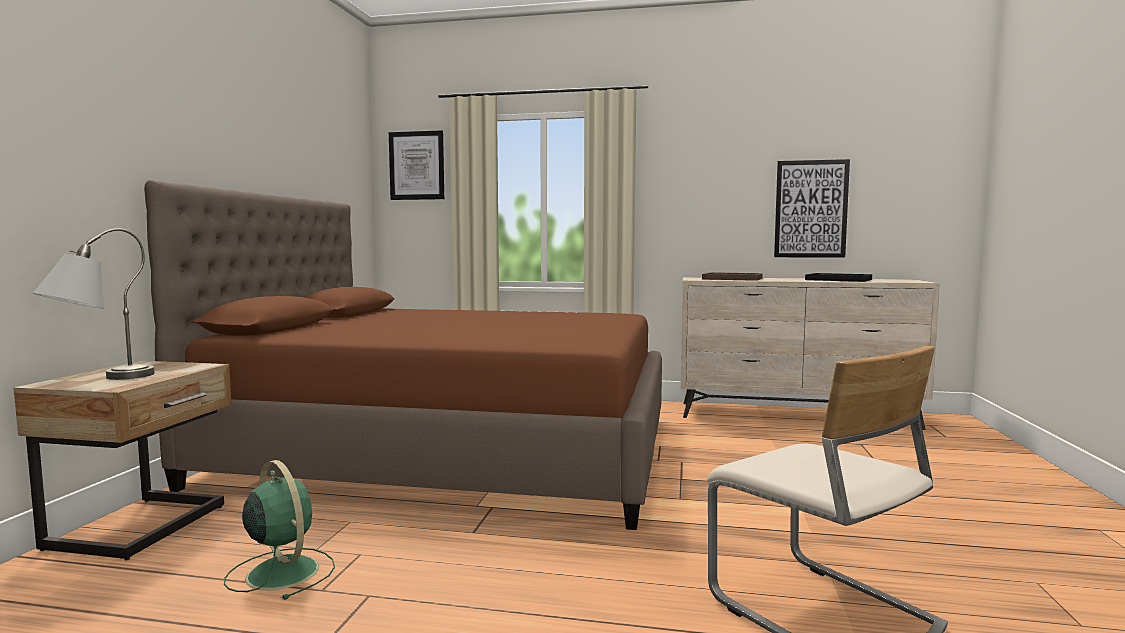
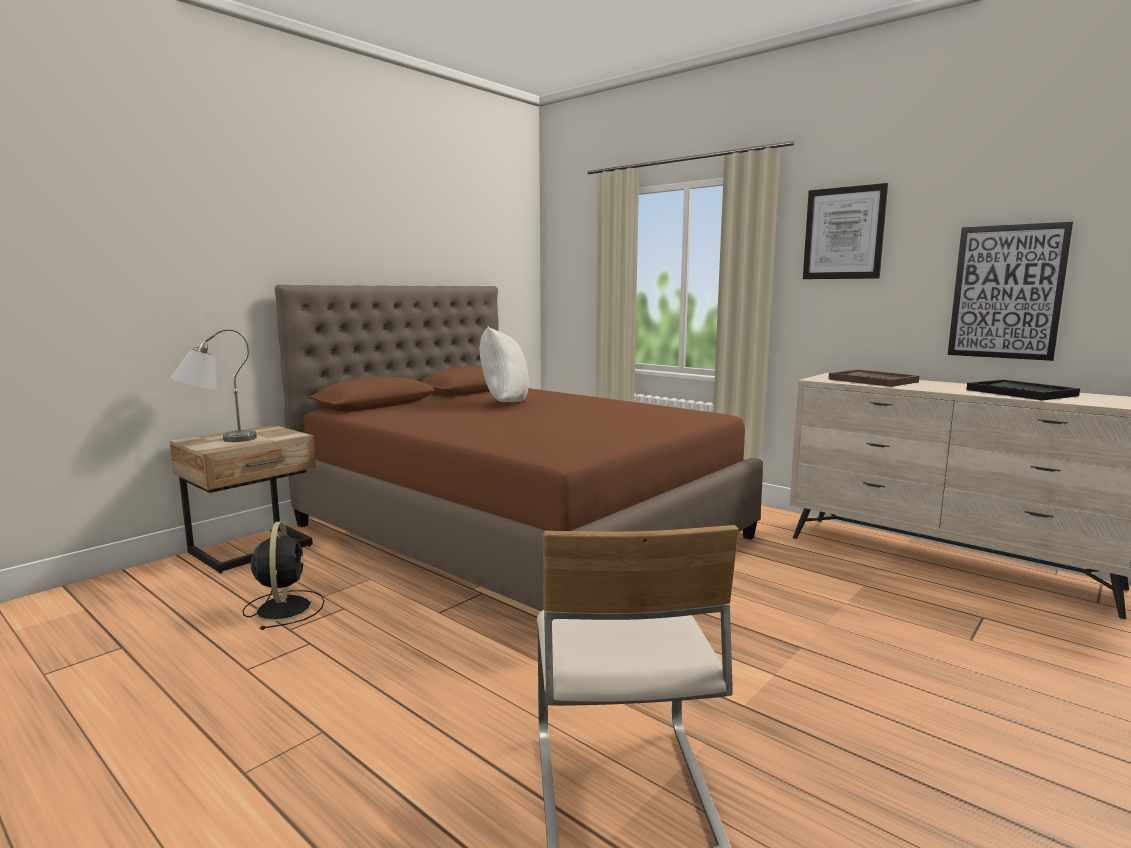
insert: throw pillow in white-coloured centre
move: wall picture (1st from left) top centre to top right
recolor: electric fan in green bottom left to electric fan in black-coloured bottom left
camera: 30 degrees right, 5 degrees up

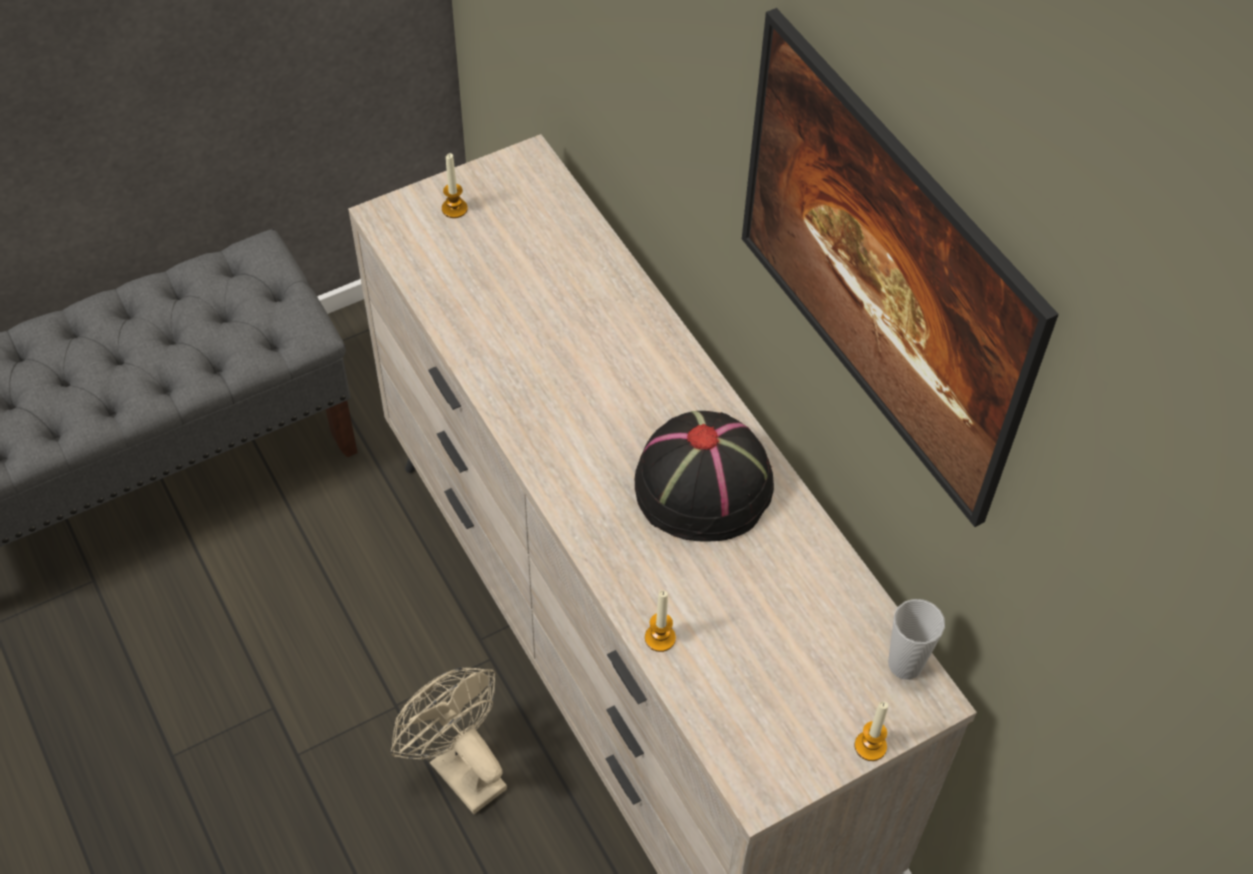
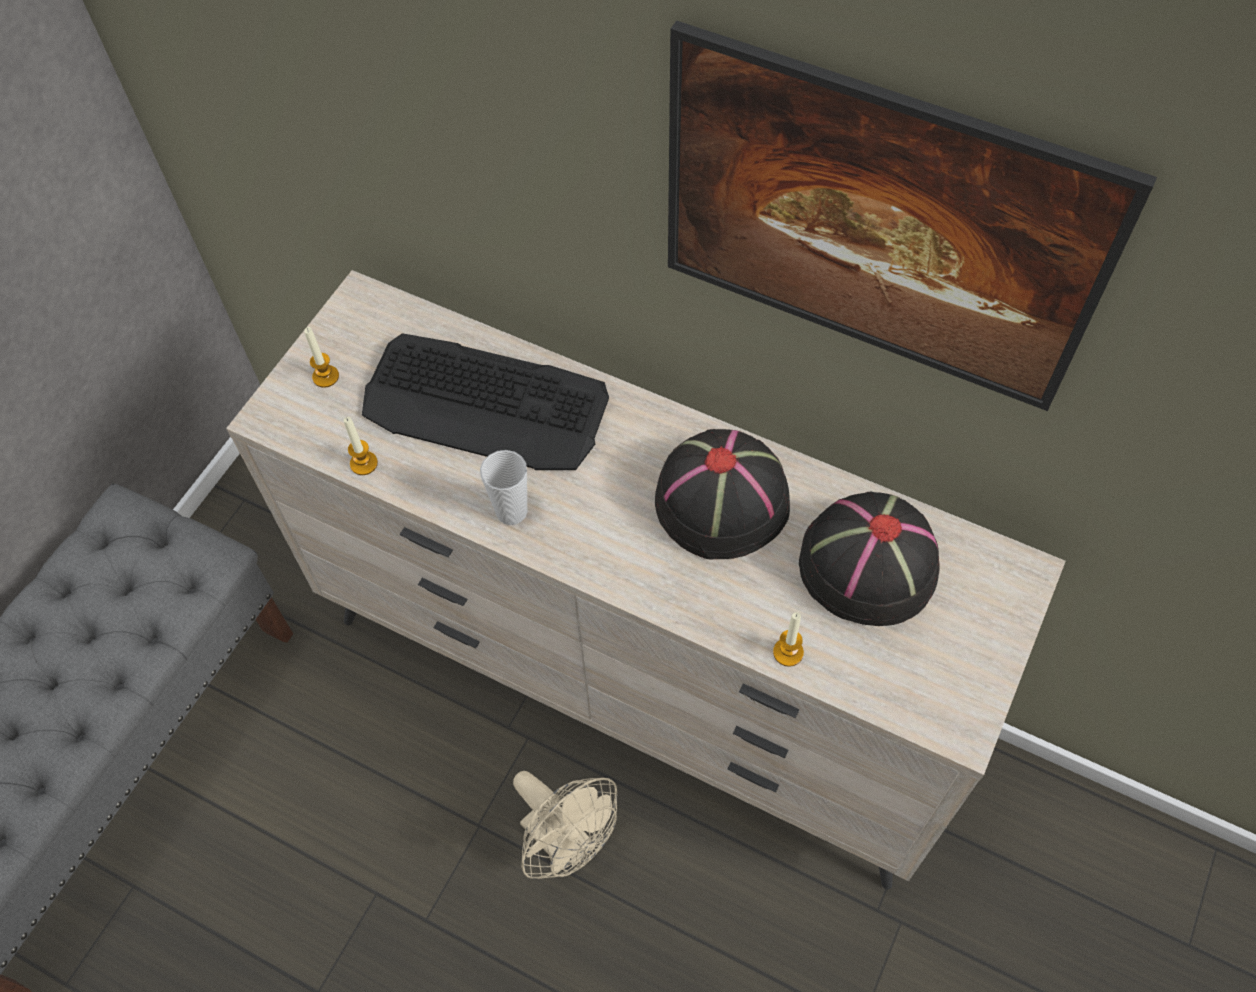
insert: keyboard centre; wearable hat in black-coloured (2nd from left) middle right
move: candle (3rd from left in the first image) bottom right to candle (2nd from left) middle left; cup bottom right to centre
rotate: electric fan in beige bottom centre = bottom centre 150 degrees counterclockwise
camera: 30 degrees left, 5 degrees up

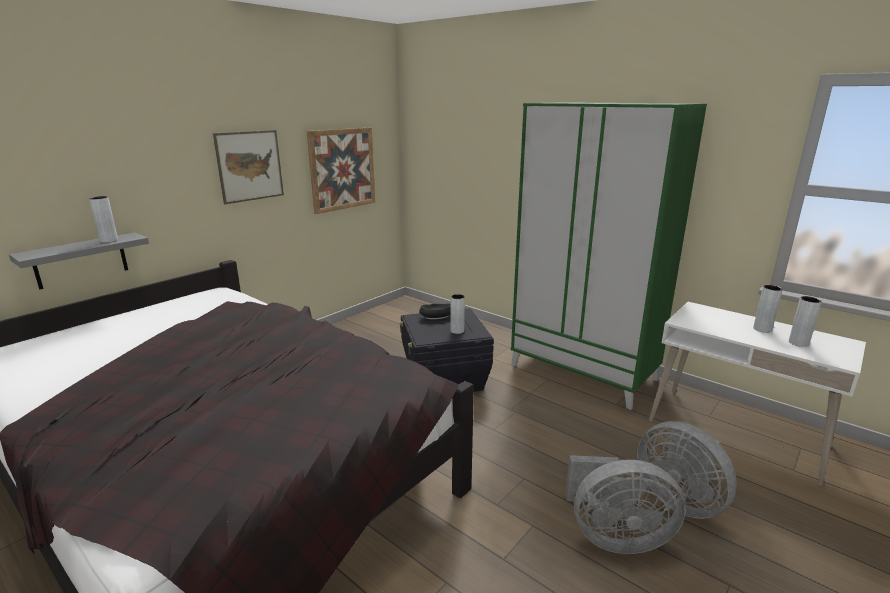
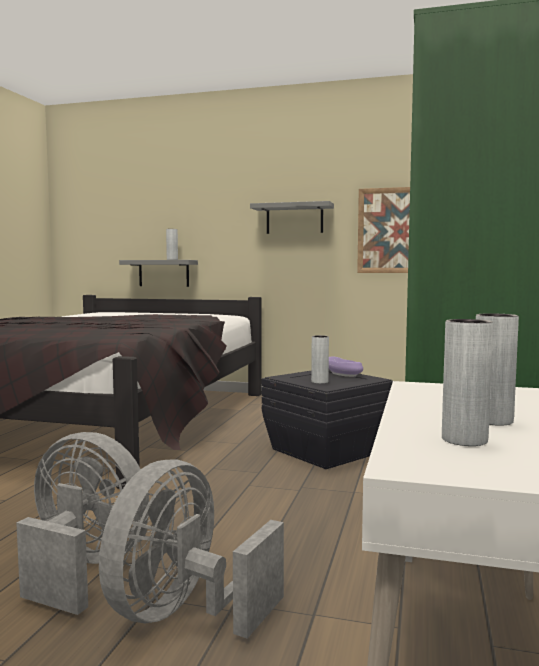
replace: wall picture (1st from left) top left to wall shelf in greyish (2nd from left) top centre
recolor: serving bowl in black-coloured centre to serving bowl in purple centre
rotate: electric fan in greyish (1st from left) bottom right = bottom left 135 degrees clockwise
camera: 65 degrees right, 15 degrees down

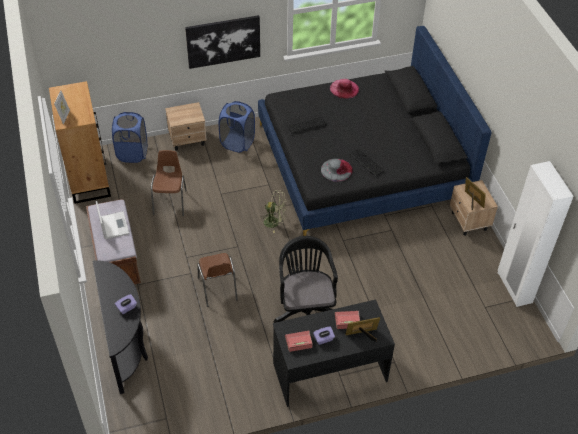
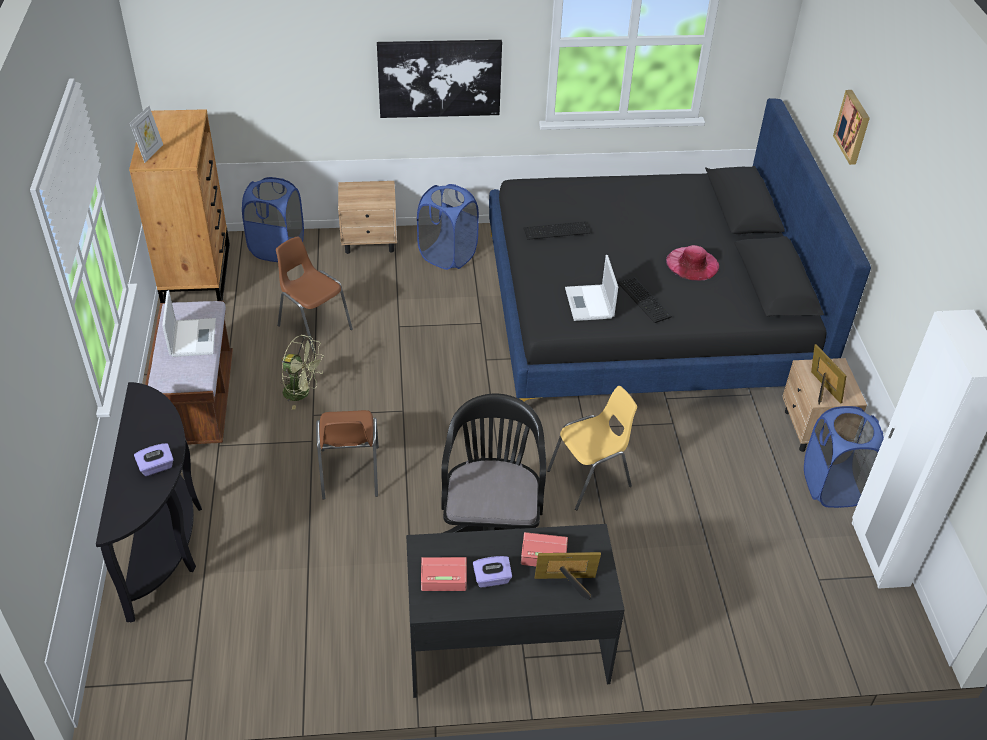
insert: plain chair in yellow-coloured centre; laundry basket in blue (3rd from left) middle right; wall picture (2nd from left) top right
move: electric fan in green centre to middle left; wearable hat in pink top centre to middle right
replace: wearable hat in greyish centre to notebook computer (2nd from left) centre
rotate: plain chair in brown (1st from left) middle left = middle left 60 degrees counterclockwise
camera: 10 degrees right, 5 degrees down

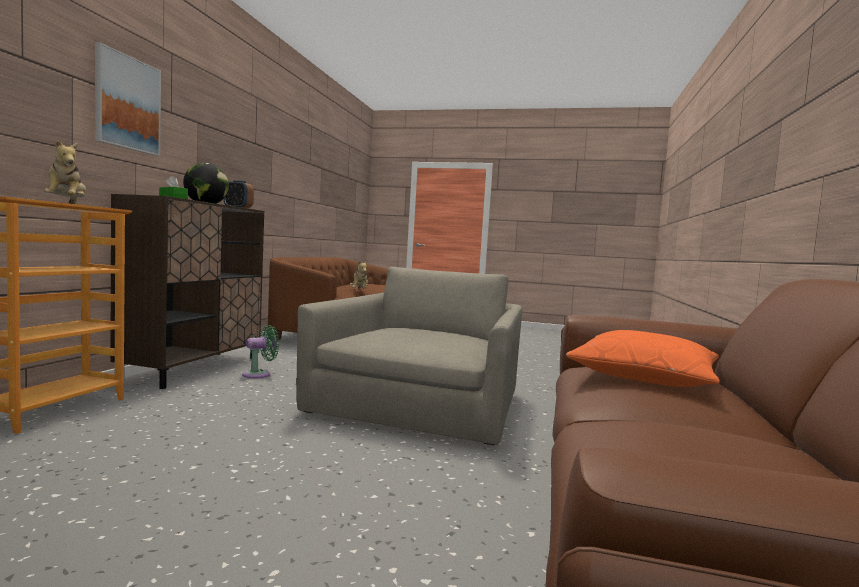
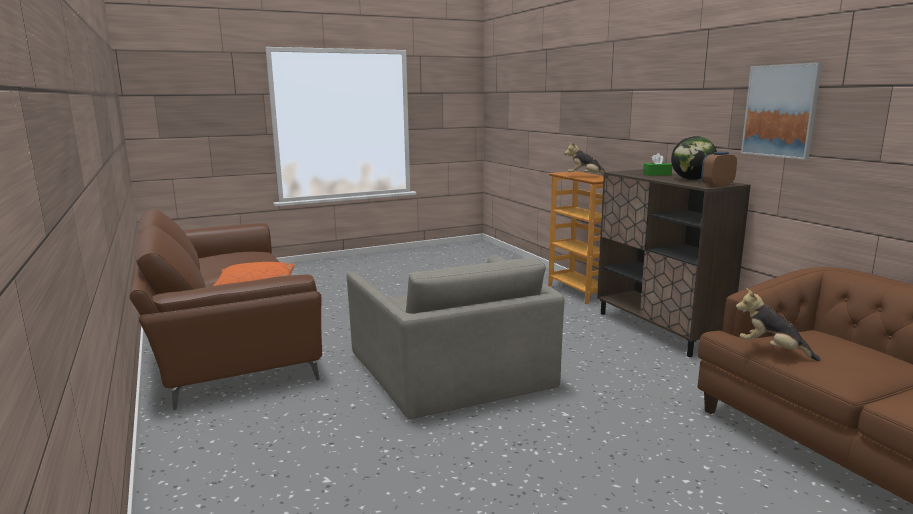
delete: electric fan in green middle left
move: wall picture top left to top right
camera: 140 degrees right, 10 degrees up

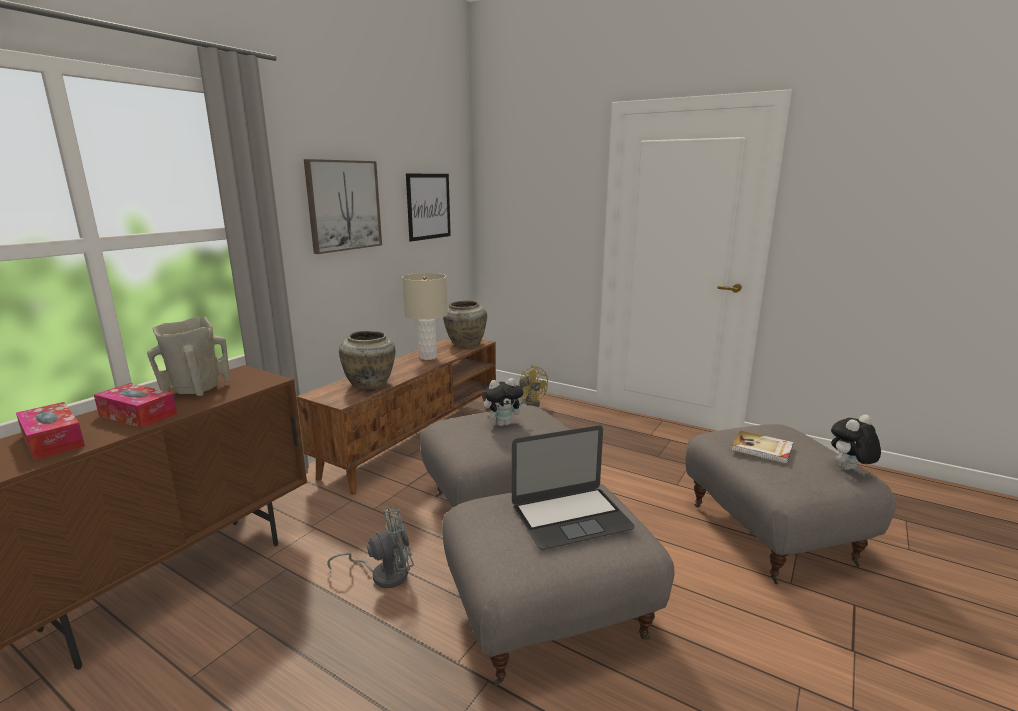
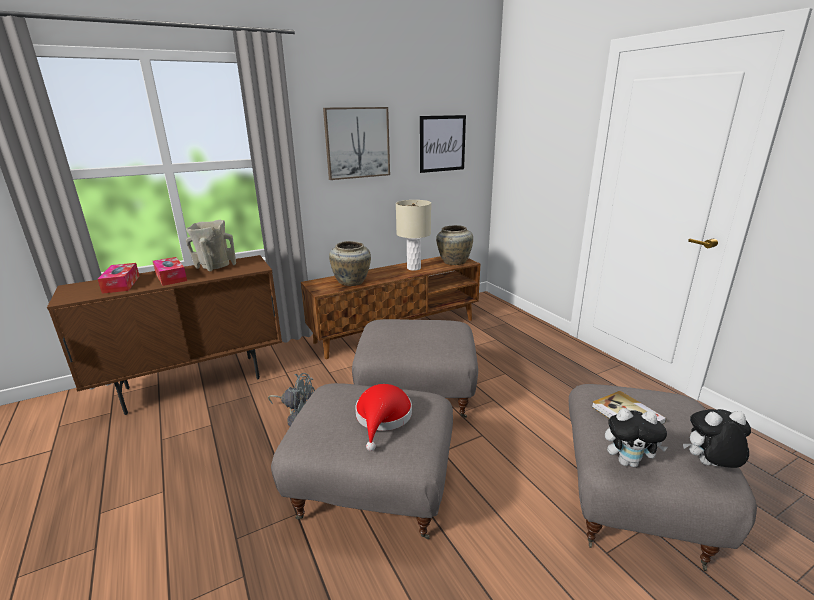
delete: electric fan in yellow-coloured centre
move: plush toy (1st from left) centre to bottom right
replace: notebook computer bottom centre to wearable hat in reddish bottom centre
camera: 30 degrees right, 5 degrees up

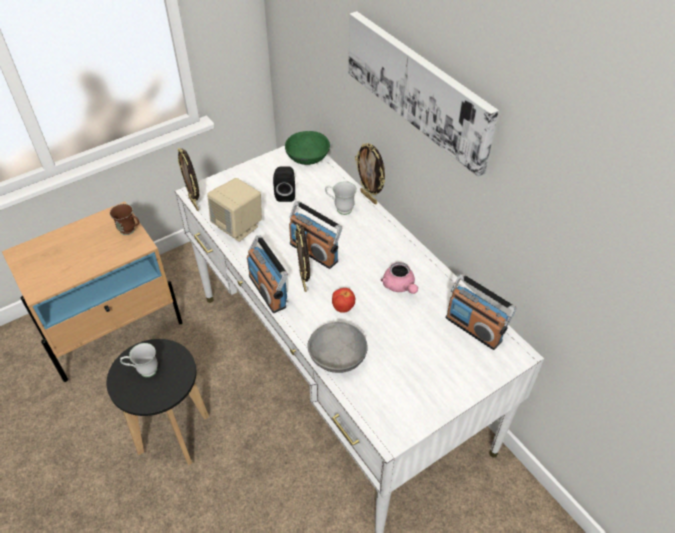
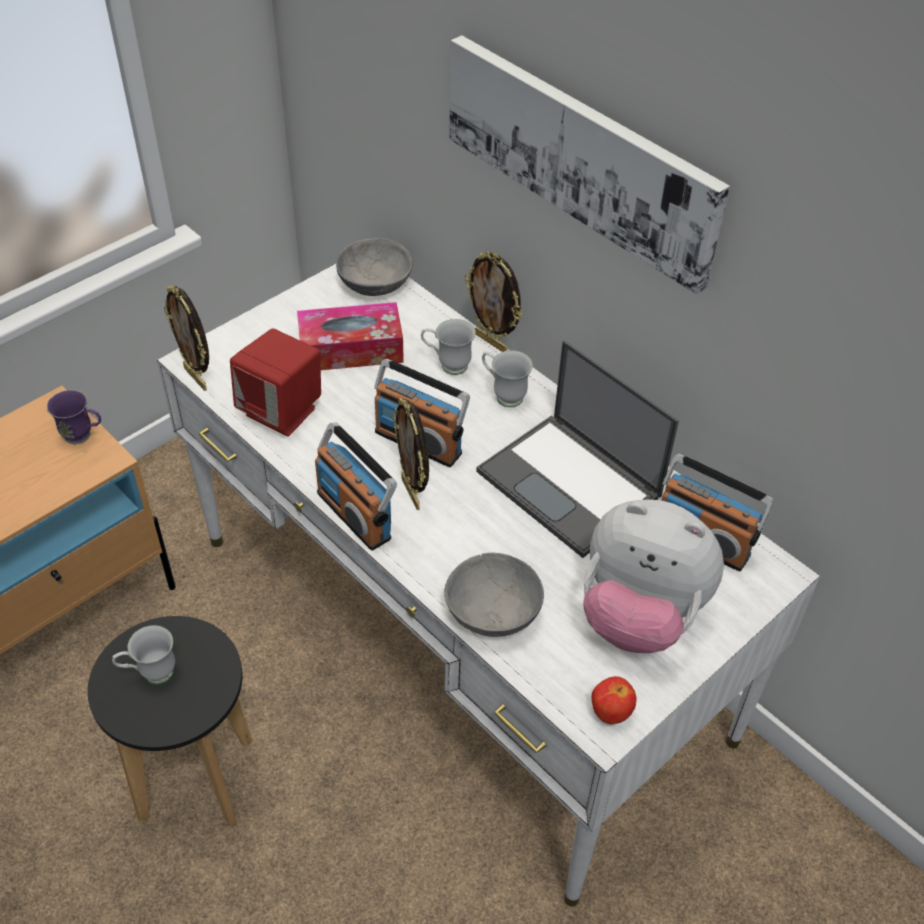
insert: tea mug in white-coloured (3rd from left) centre; plush toy middle right
move: apple fruit centre to bottom centre
replace: audio speaker in black-coloured centre to box of tissues centre; teapot in pink centre to notebook computer centre
recolor: tea mug in brown middle left to tea mug in purple middle left; audio speaker in beige centre to audio speaker in reddish middle left; serving bowl in green top centre to serving bowl in greyish (1st from left) top centre
camera: 10 degrees left, 0 degrees up

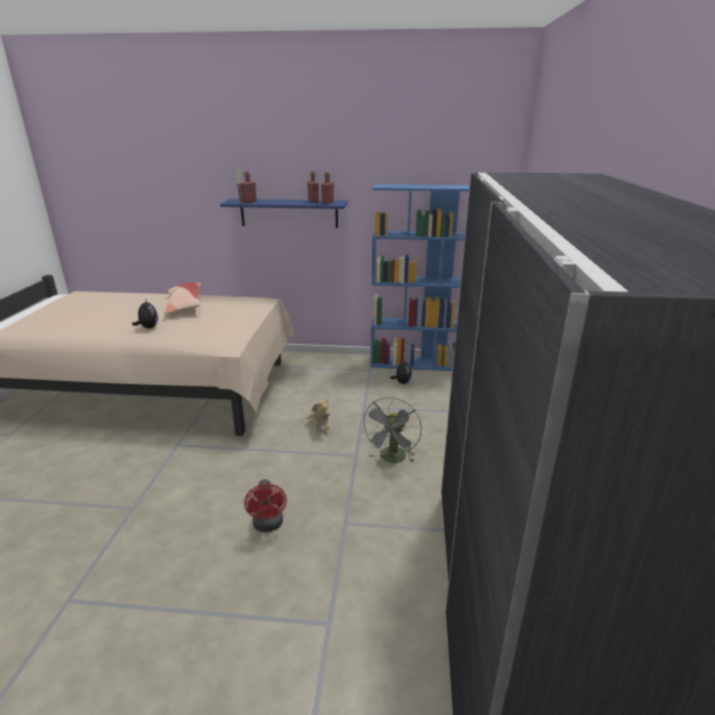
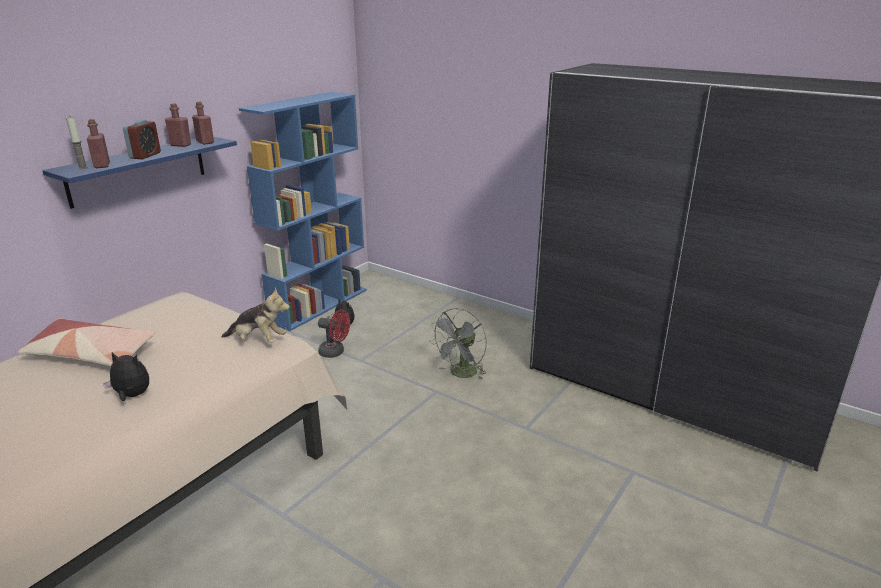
insert: table clock top left
move: plush toy (2nd from left) centre to middle left; electric fan in reddish bottom centre to centre
rotate: electric fan in greyish centre = centre 75 degrees clockwise
camera: 60 degrees left, 0 degrees up

